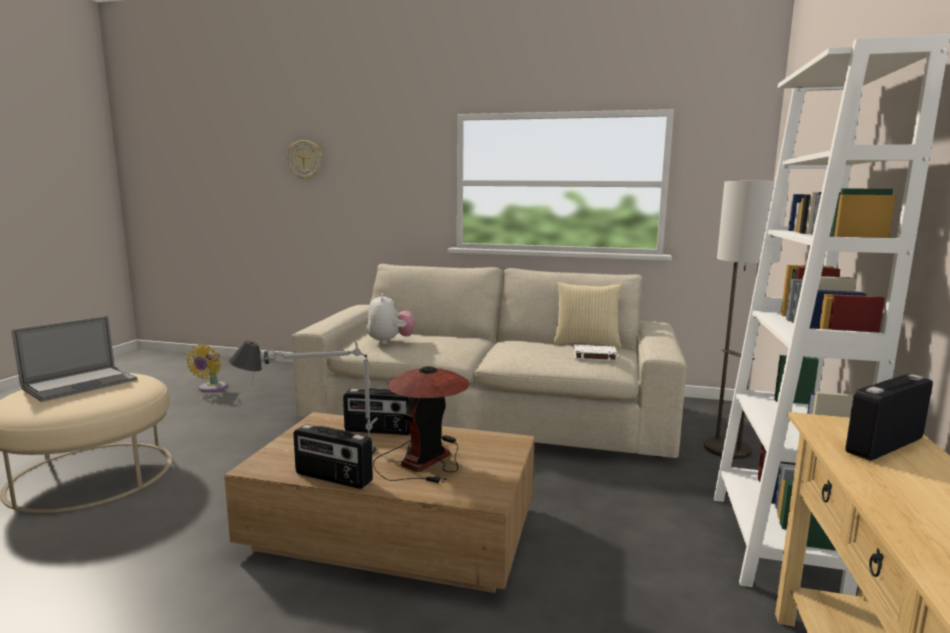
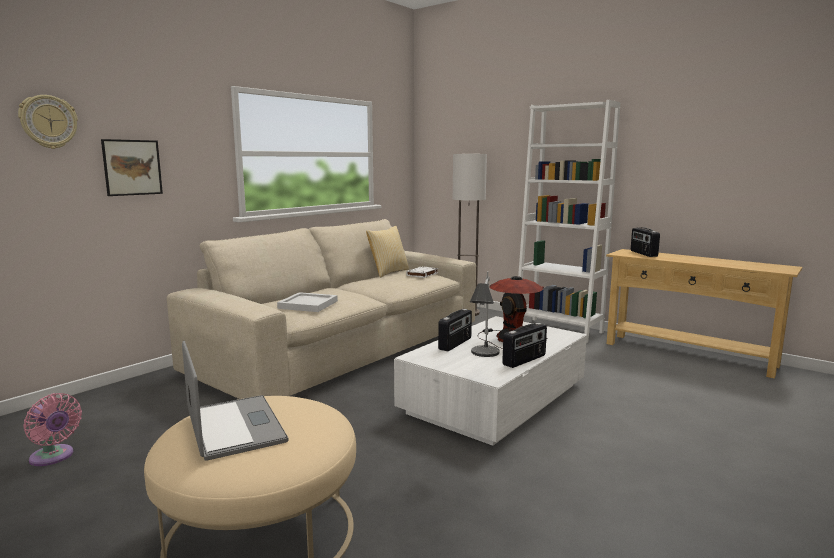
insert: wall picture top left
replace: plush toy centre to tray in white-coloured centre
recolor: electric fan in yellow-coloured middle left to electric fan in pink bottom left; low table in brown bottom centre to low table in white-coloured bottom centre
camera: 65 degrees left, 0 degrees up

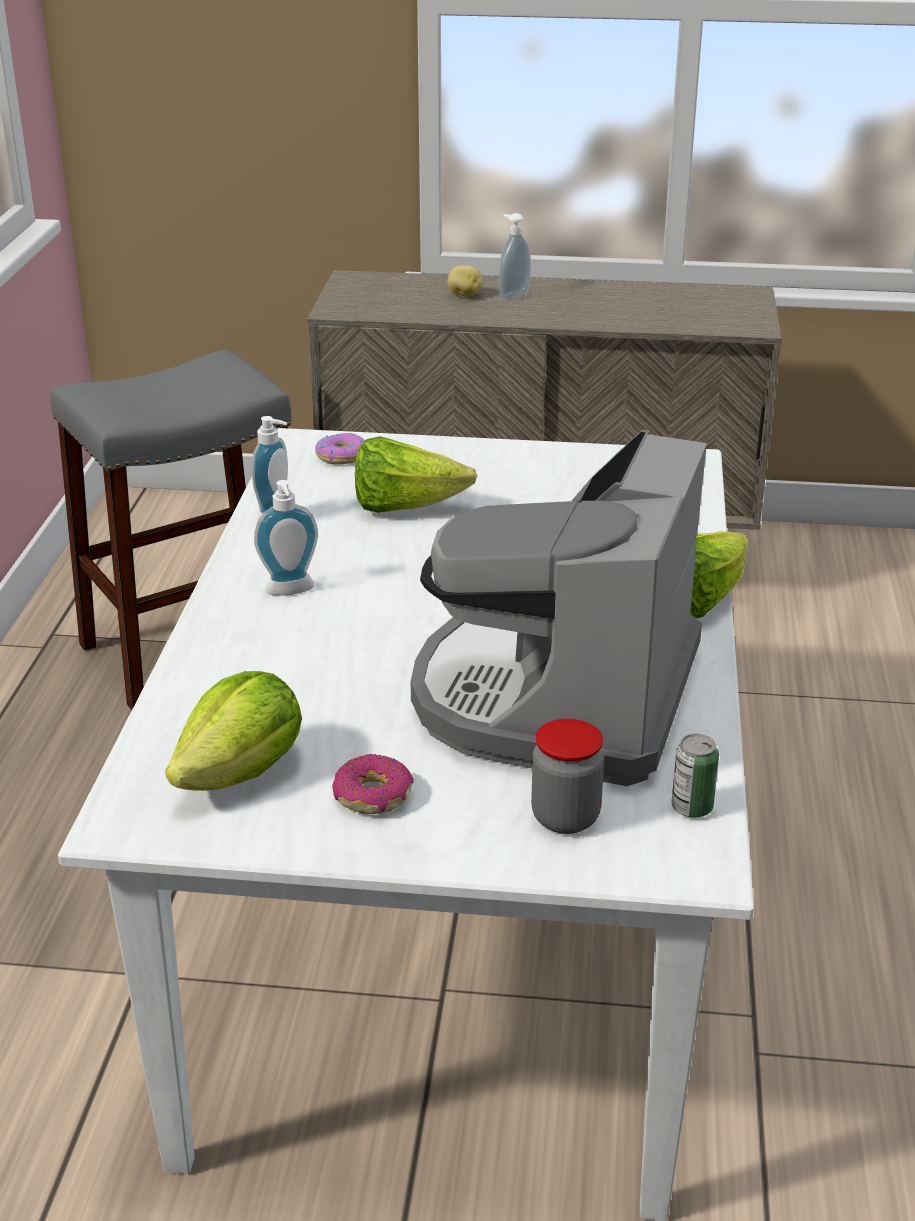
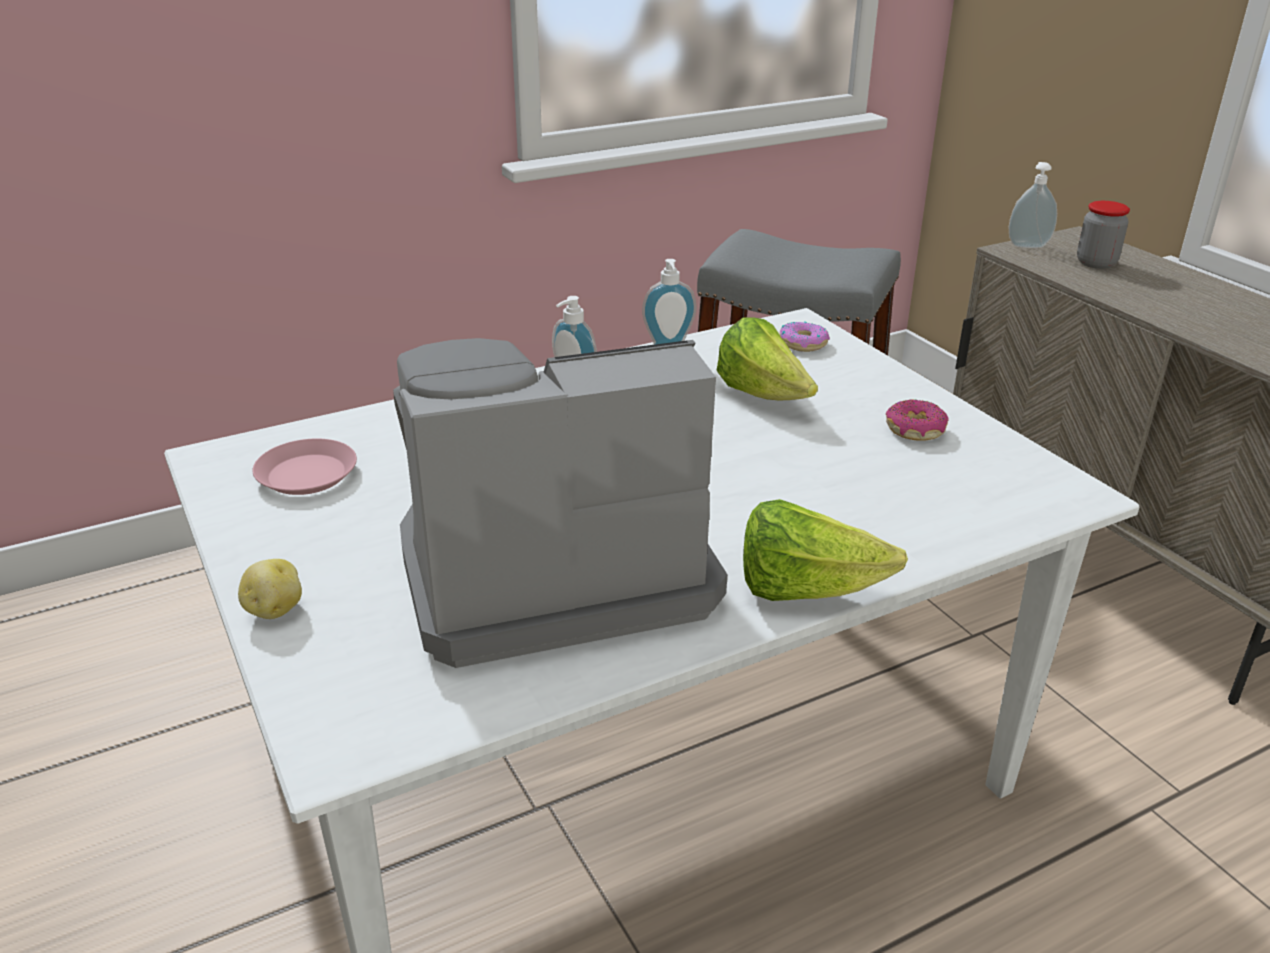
delete: sealed can middle right
move: whole potato top centre to middle left; ring doughnut (2nd from left) centre to middle right; soap dispenser (3rd from left) top centre to top right; storage jar centre to top right
replace: head of lettuce (1st from left) middle left to flat dish in pink middle left
camera: 55 degrees right, 0 degrees up

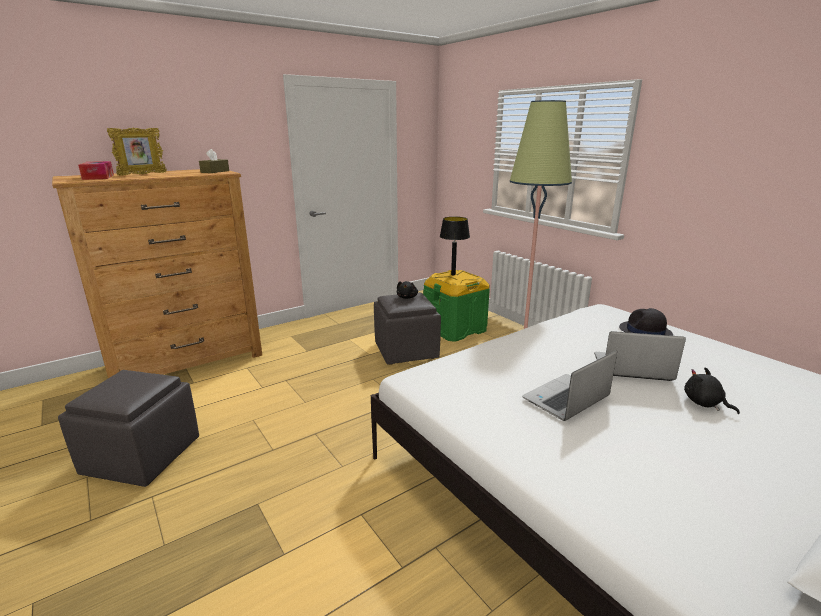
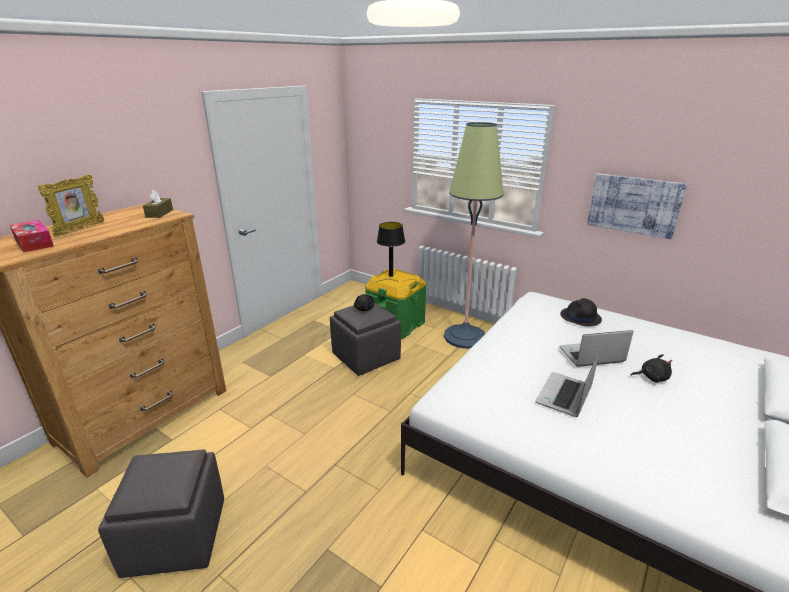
insert: wall picture middle right
rotate: plush toy in black-coloured (2nd from left) middle right = middle right 150 degrees clockwise
camera: 20 degrees left, 5 degrees up

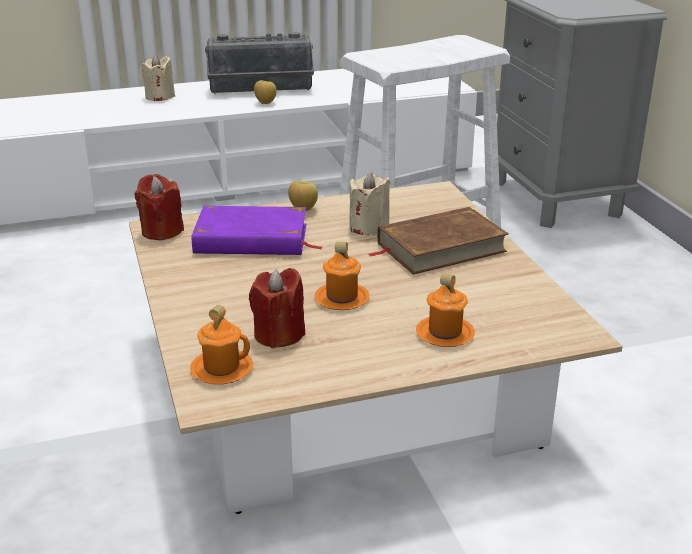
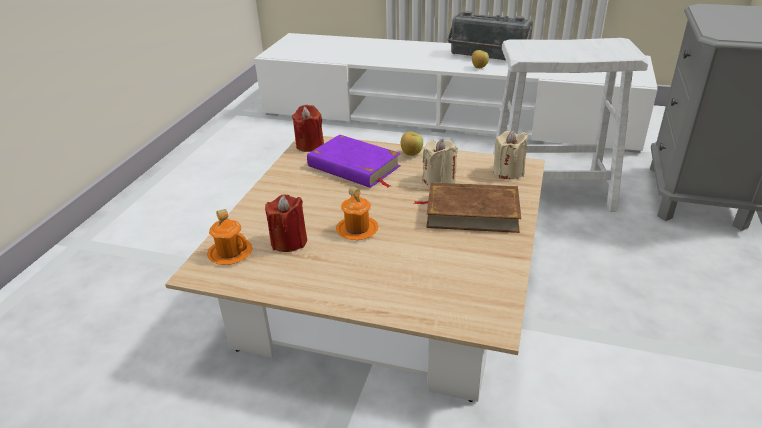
delete: tea mug in orange-coloured (3rd from left) centre
move: candle in beige (1st from left in the first image) top left to candle in beige (2nd from left) middle right
camera: 35 degrees right, 5 degrees up

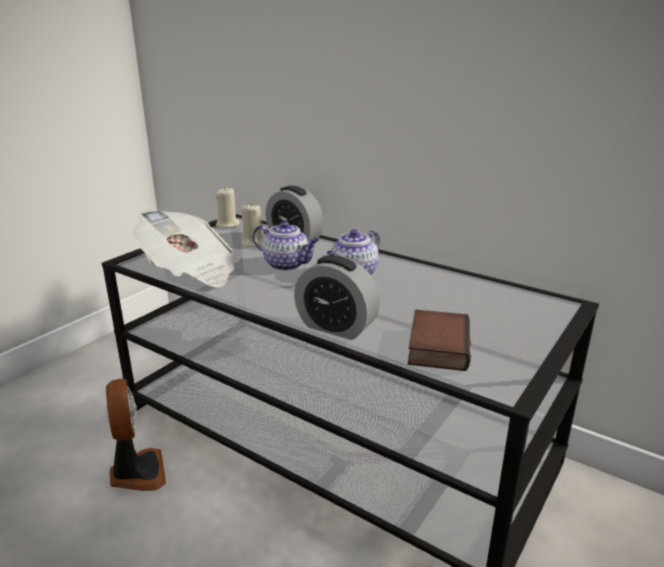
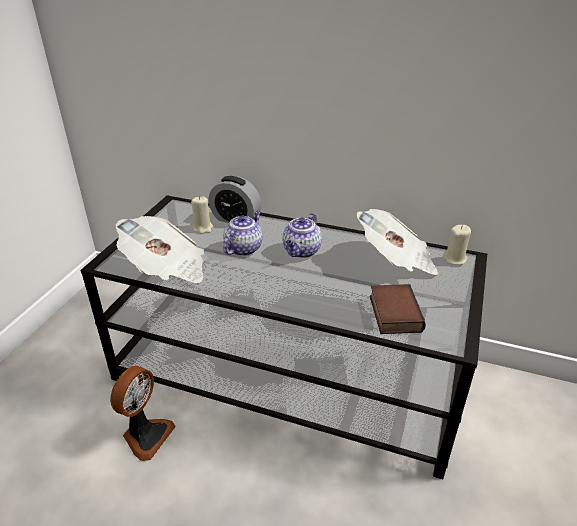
delete: table clock (2nd from left) centre
insert: newspaper (2nd from left) middle right
move: candle in beige (1st from left in the first image) centre to candle in beige (2nd from left) middle right
rotate: electric fan bottom left = bottom left 60 degrees clockwise; teapot (1st from left) centre = centre 75 degrees counterclockwise
camera: 15 degrees left, 10 degrees up

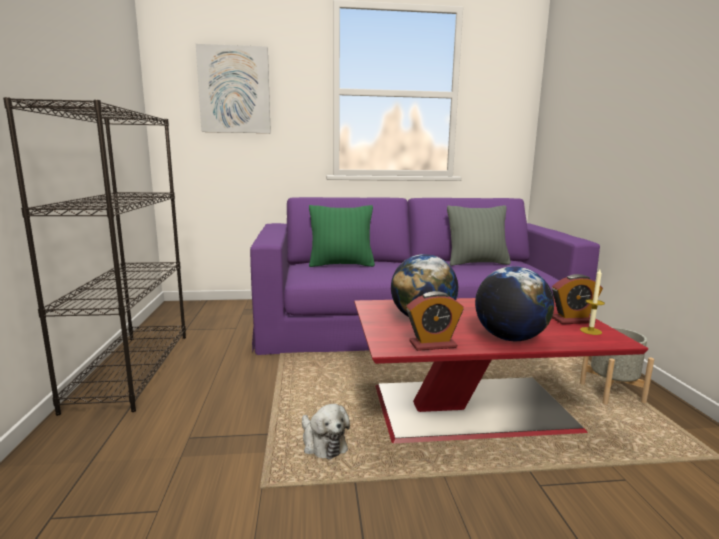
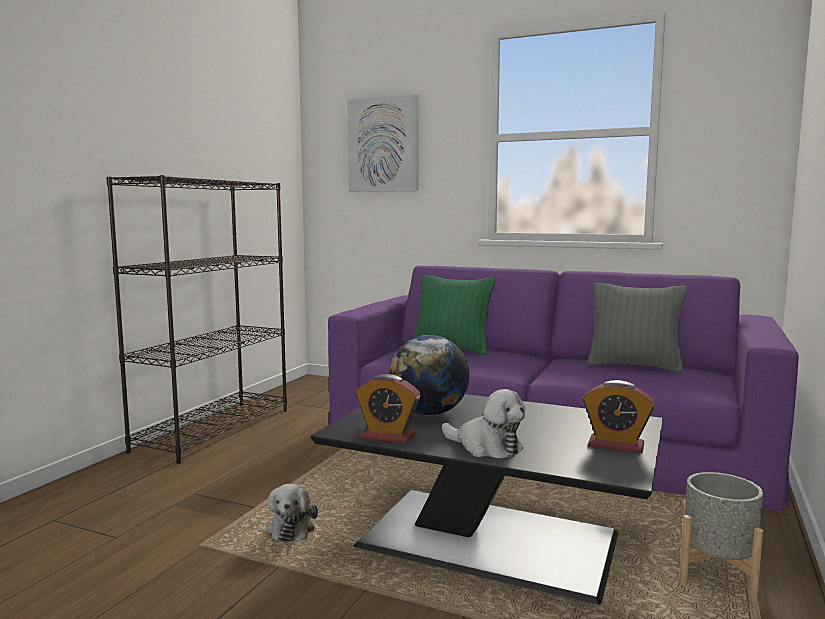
delete: candle middle right
replace: globe (2nd from left) middle right to plush toy (2nd from left) bottom centre
recolor: low table in reddish bottom right to low table in black-coloured bottom centre
camera: 30 degrees right, 5 degrees down

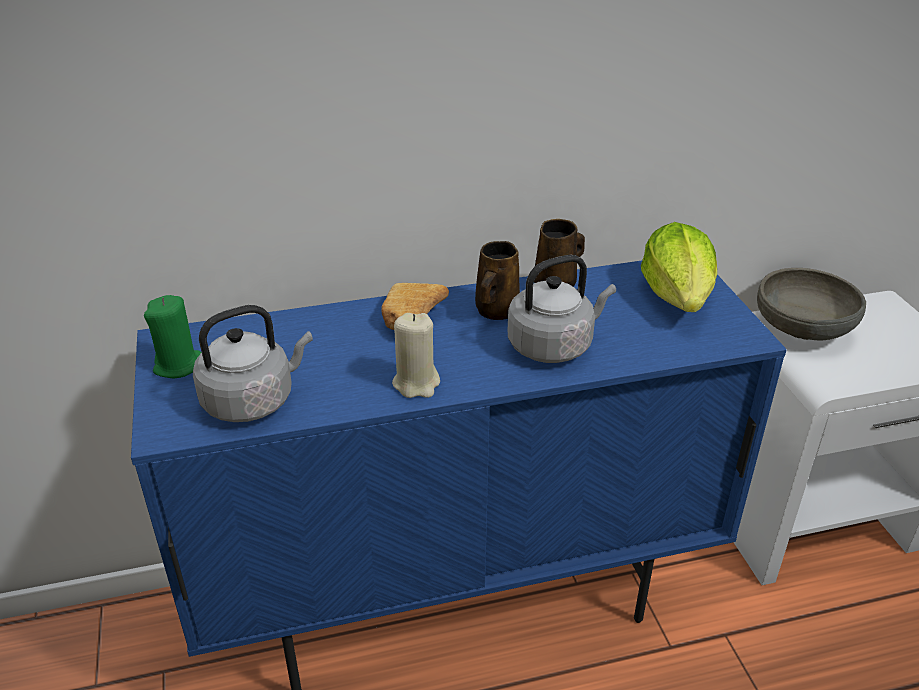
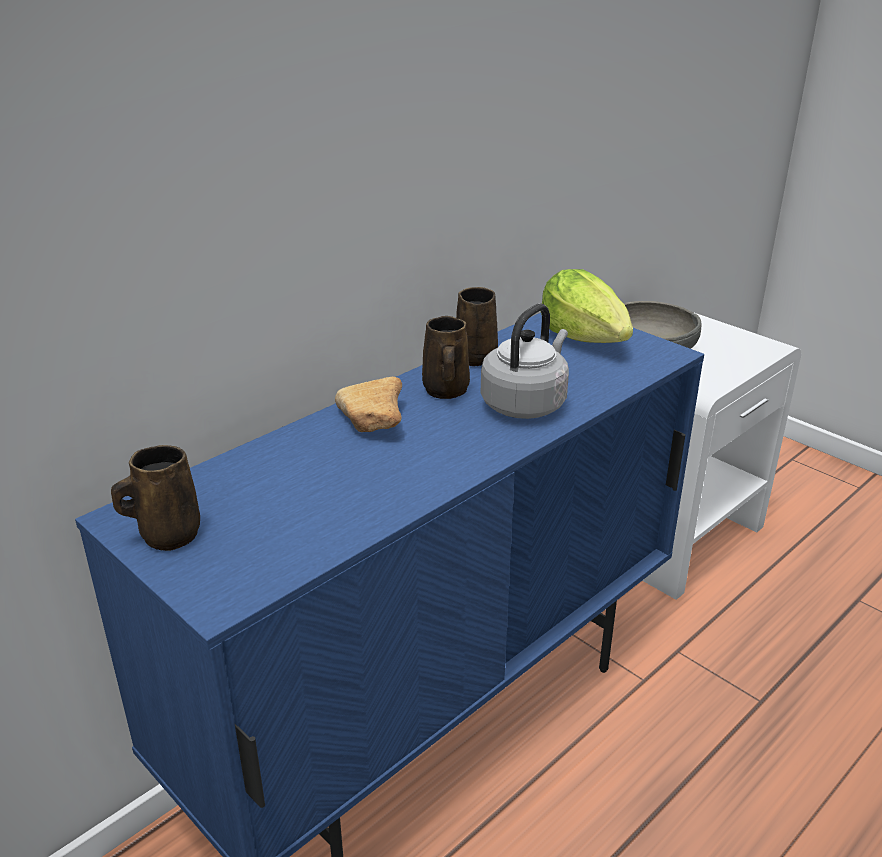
delete: water kettle in greyish (1st from left) middle left; candle in beige centre
replace: candle in green middle left to tea mug in brown (1st from left) middle left
camera: 30 degrees left, 5 degrees down

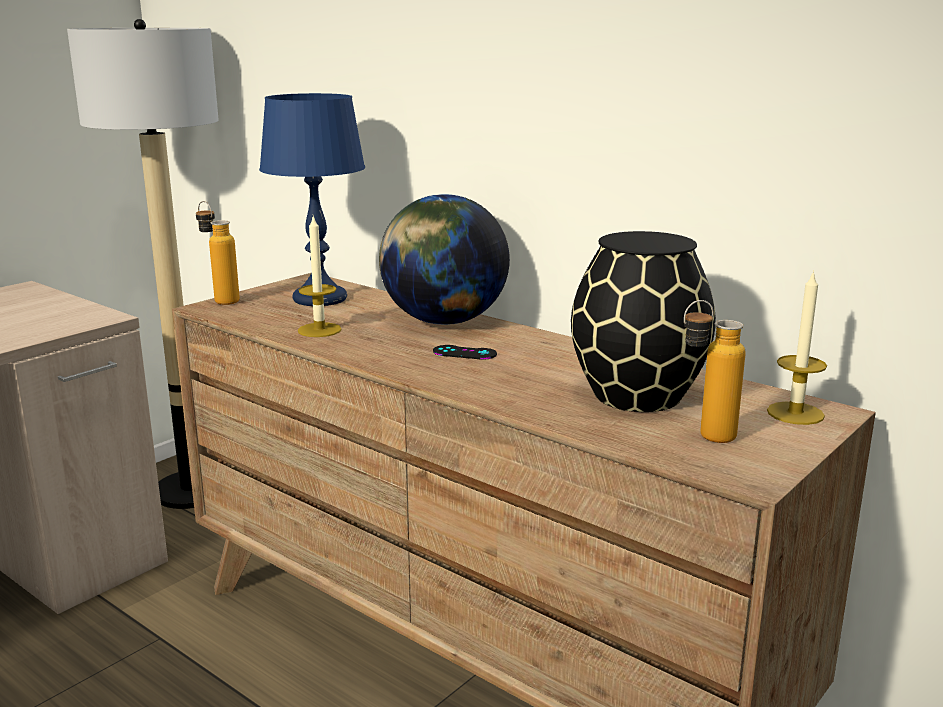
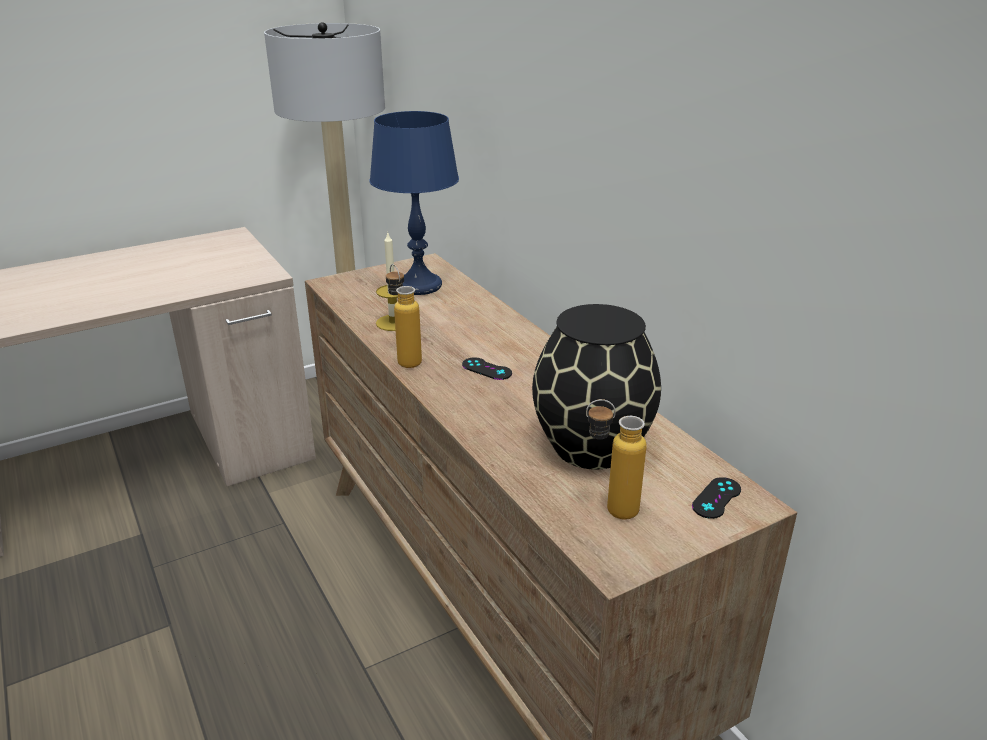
delete: globe centre
move: beverage bottle (1st from left) middle left to centre
replace: candle (2nd from left) middle right to game controller in black-coloured (2nd from left) bottom right
camera: 20 degrees right, 10 degrees up

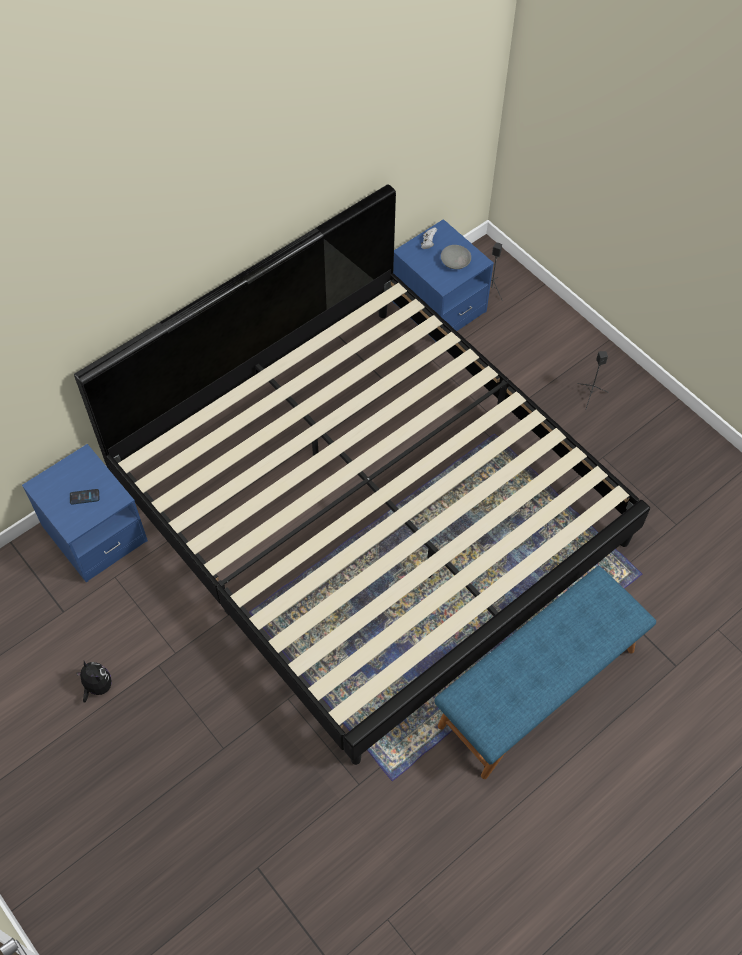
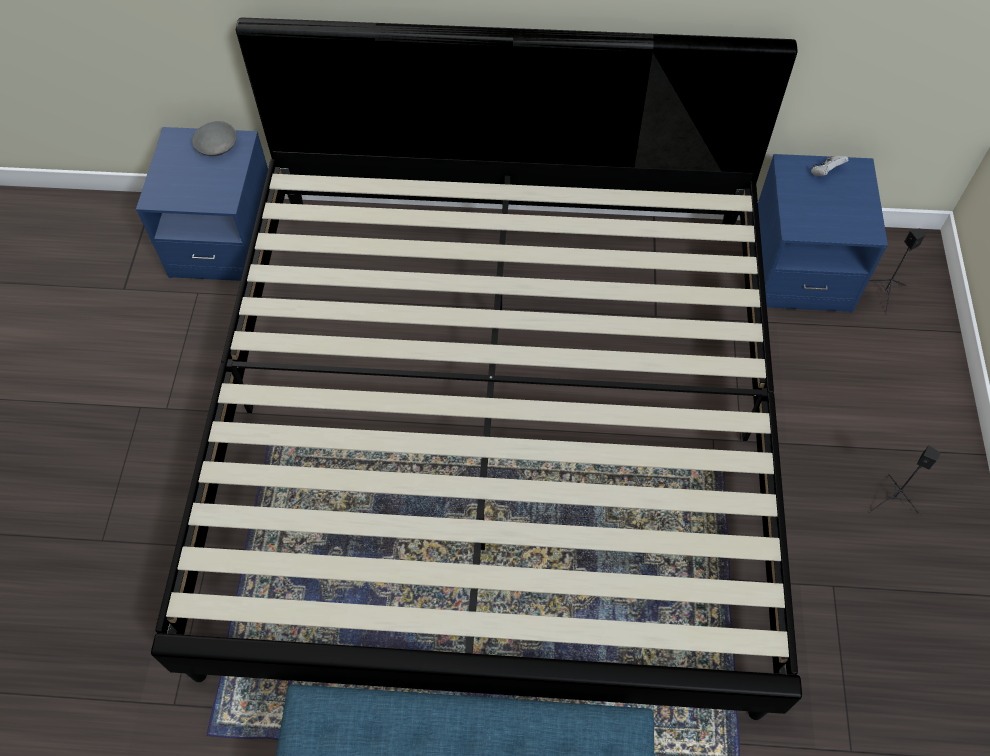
delete: phone middle left; plush toy bottom left
move: serving bowl in greyish top centre to top left
camera: 45 degrees right, 0 degrees up

